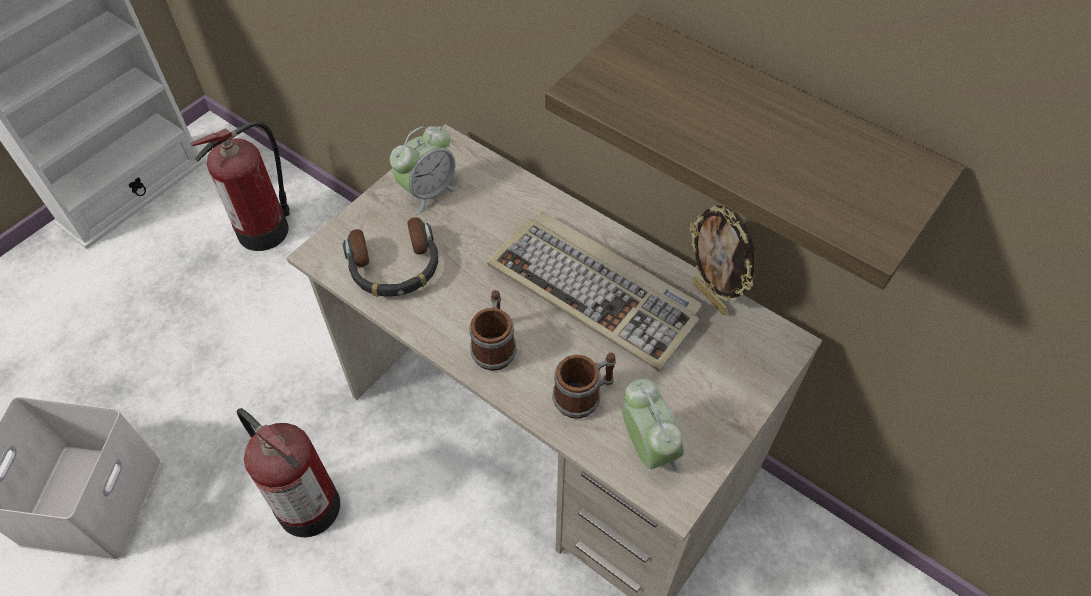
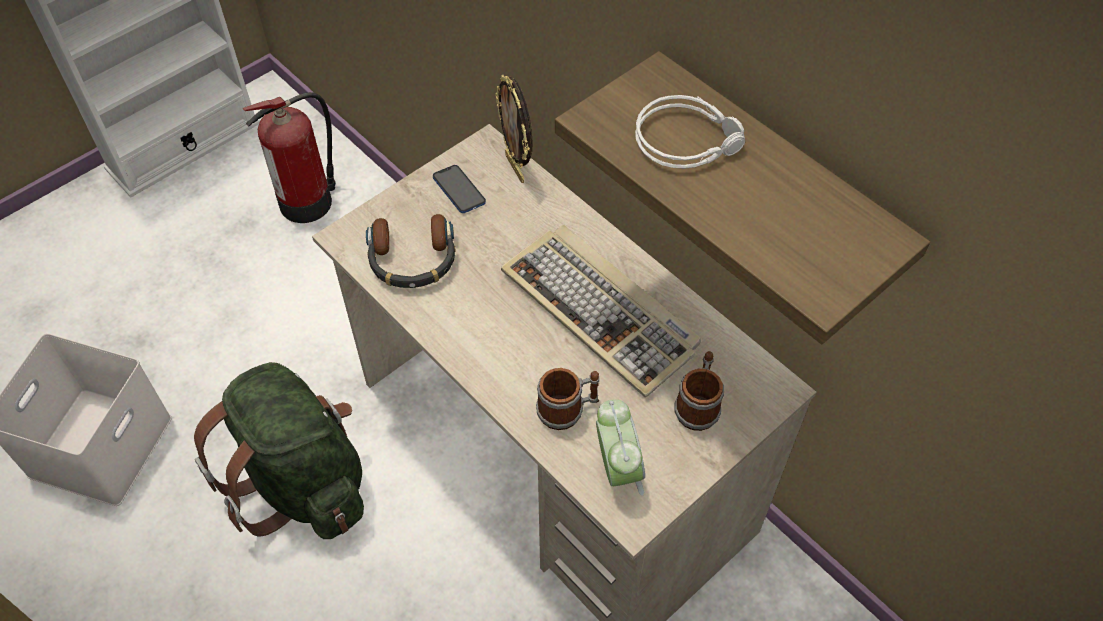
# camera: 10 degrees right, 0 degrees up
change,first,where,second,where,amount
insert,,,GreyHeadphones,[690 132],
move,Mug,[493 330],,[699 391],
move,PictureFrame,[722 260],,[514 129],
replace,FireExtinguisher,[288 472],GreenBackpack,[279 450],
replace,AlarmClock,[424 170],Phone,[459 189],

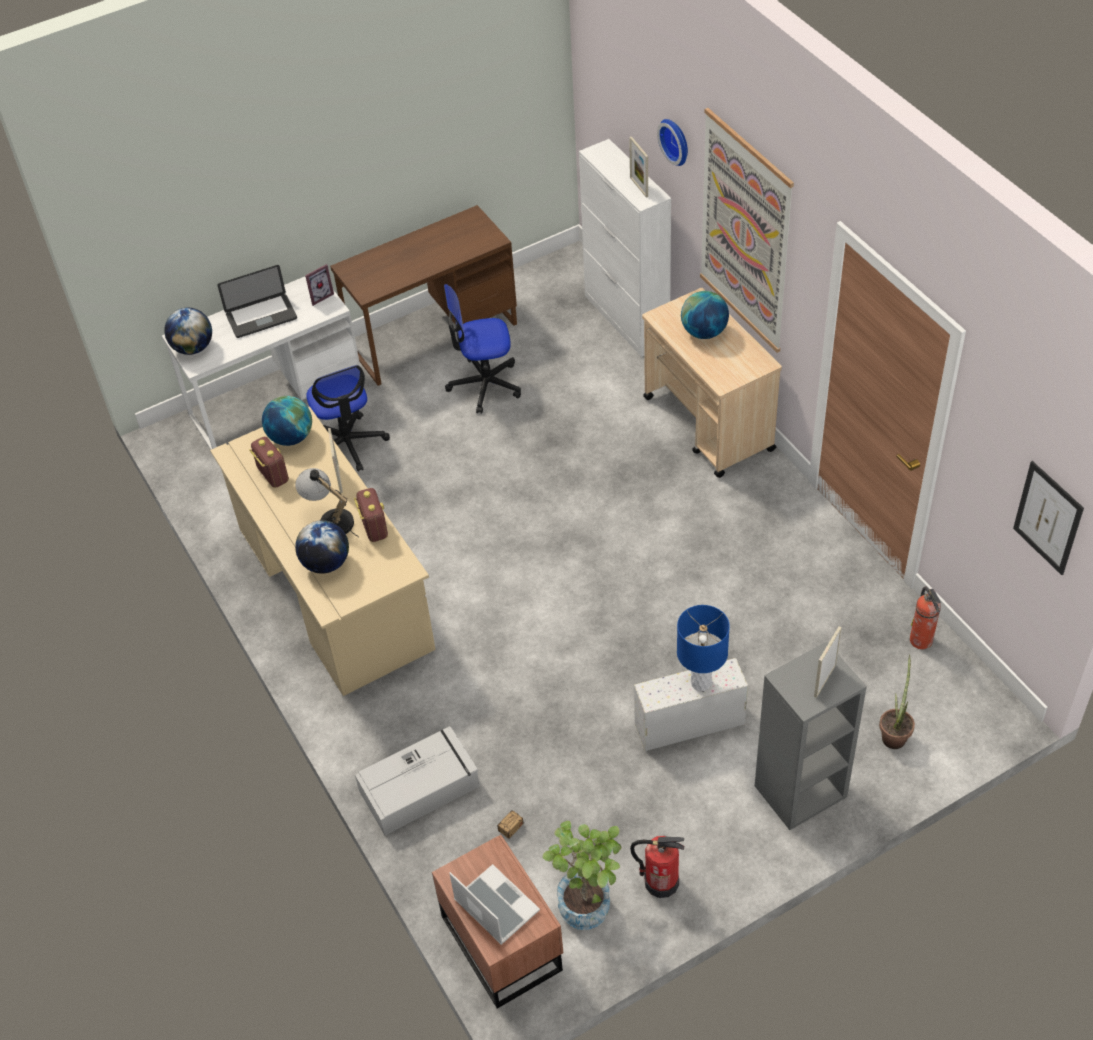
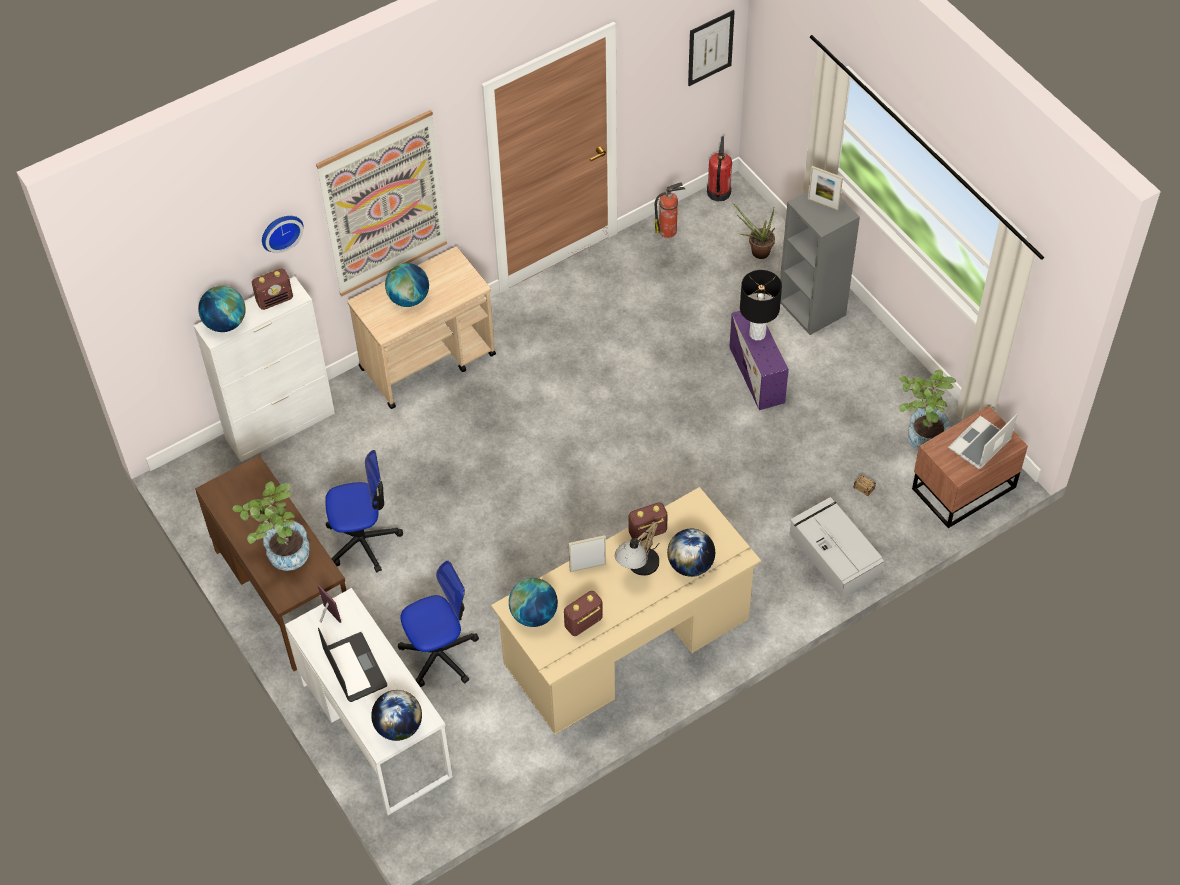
# camera: 95 degrees left, 5 degrees up
change,first,where,second,where,amount
insert,,,Globe,[222 309],
insert,,,PottedPlant,[271 526],
move,FireExtinguisher,[657 867],,[719 169],
replace,PictureFrame,[638 167],Radio,[272 289],
recolor,WhiteStorageBox,[691 704],PurpleStorageBox,[759 360],
recolor,BlueTableLamp,[703 648],BlackTableLamp,[761 305],
rotate,OfficeChair,[482 349],,[364 511],90 degrees counterclockwise

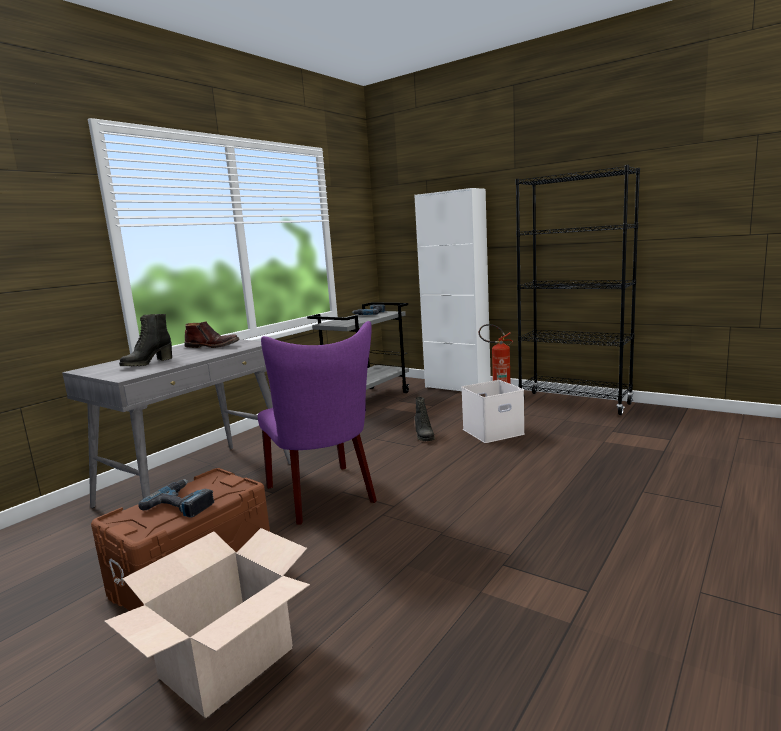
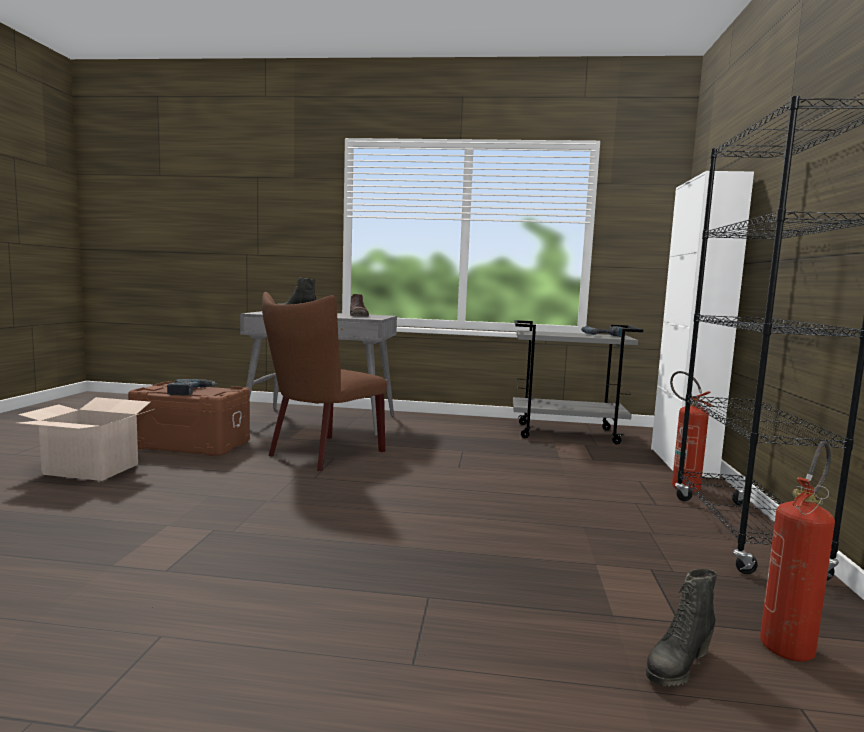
# camera: 60 degrees right, 5 degrees down
change,first,where,second,where,amount
delete,WhiteStorageBox,[493 411],,,
insert,,,FireExtinguisher,[797 551],
move,BlackBoot,[425 419],,[681 628],
recolor,PurpleChair,[317 423],BrownChair,[324 381],

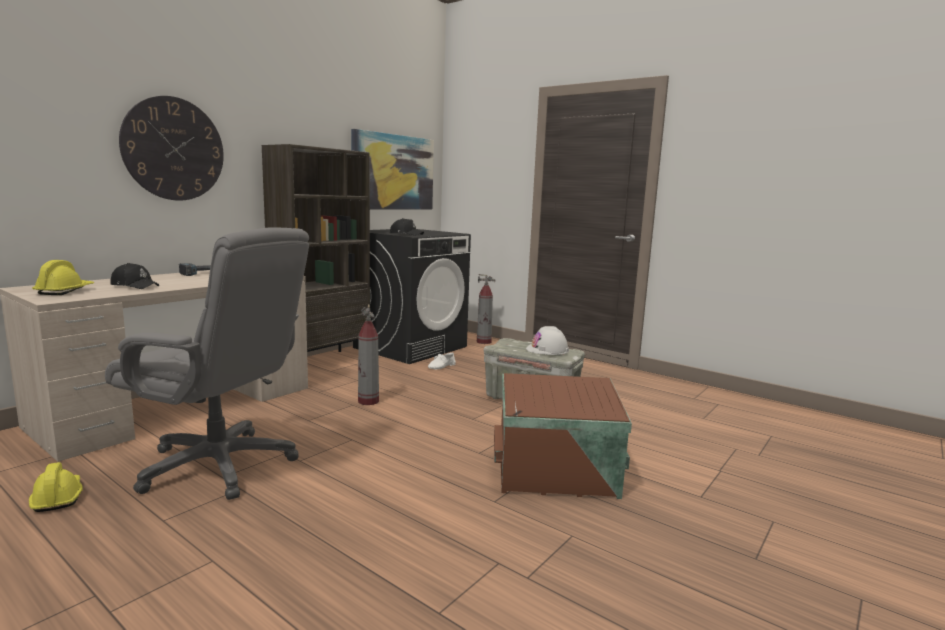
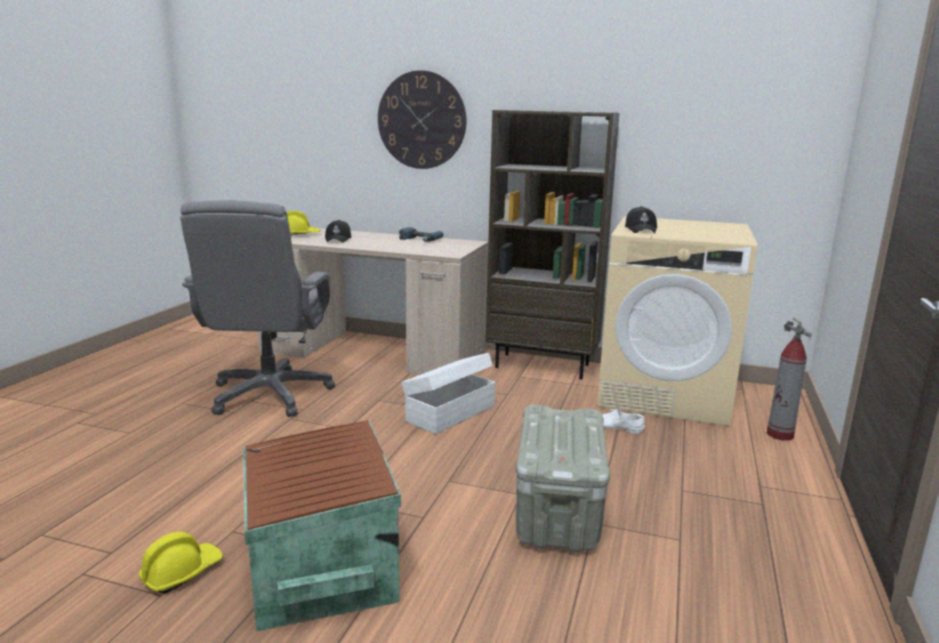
# camera: 70 degrees right, 5 degrees up
change,first,where,second,where,amount
delete,Picture,[392 169],,,
delete,WhiteHardHat,[547 340],,,
move,YellowHardHat,[56 487],,[181 563],
replace,FireExtinguisher,[368 354],WhiteStorageBox,[448 393],
recolor,BlackWashingMachine,[412 296],BeigeWashingMachine,[677 321],

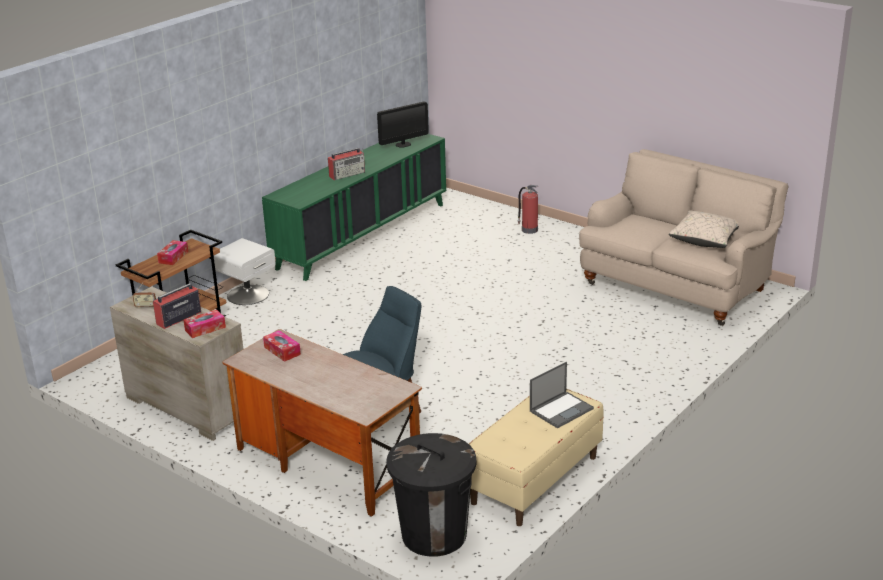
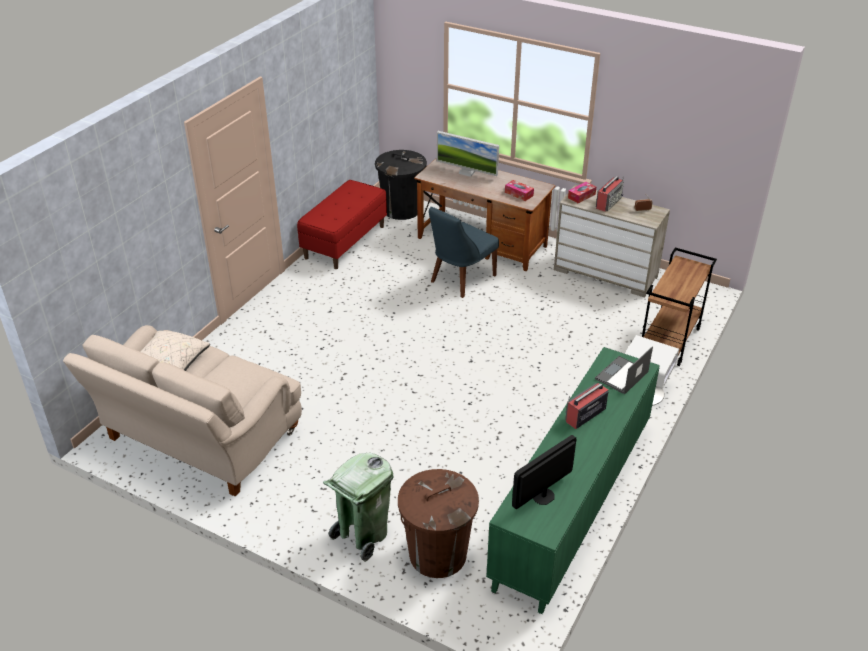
# camera: 170 degrees right, 10 degrees up
change,first,where,second,where,amount
delete,TissueBox,[172 252],,,
insert,,,BrownTrashCan,[438 523],
insert,,,Monitor,[468 154],
move,Laptop,[562 395],,[624 370],
replace,FireExtinguisher,[528 209],GreenTrashCan,[358 507],
recolor,BeigeBench,[536 457],RedBench,[342 224],

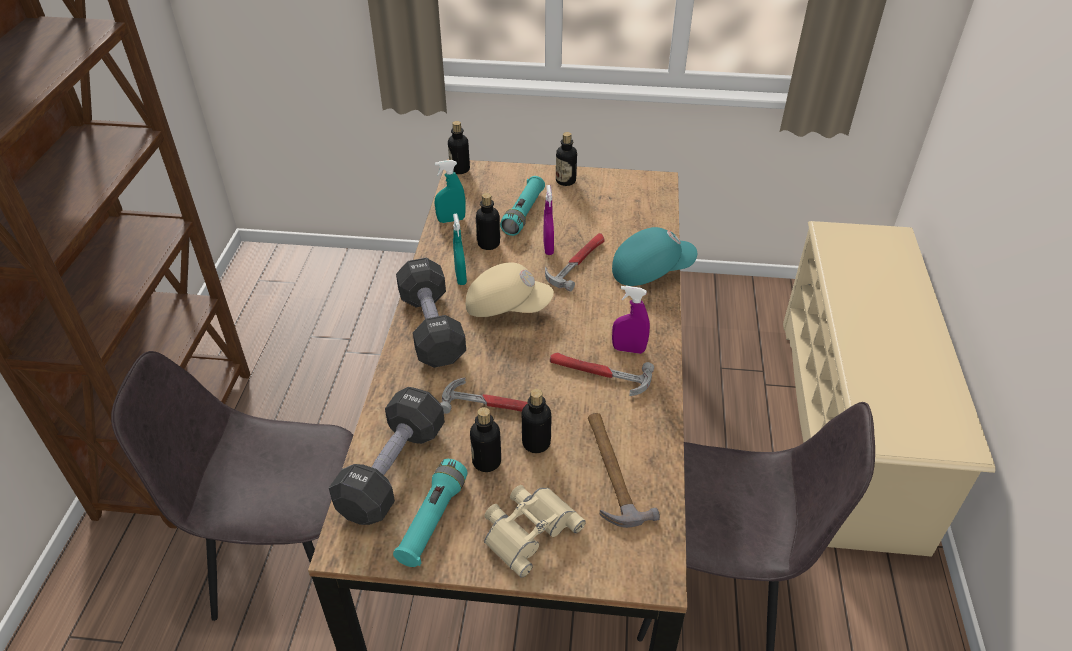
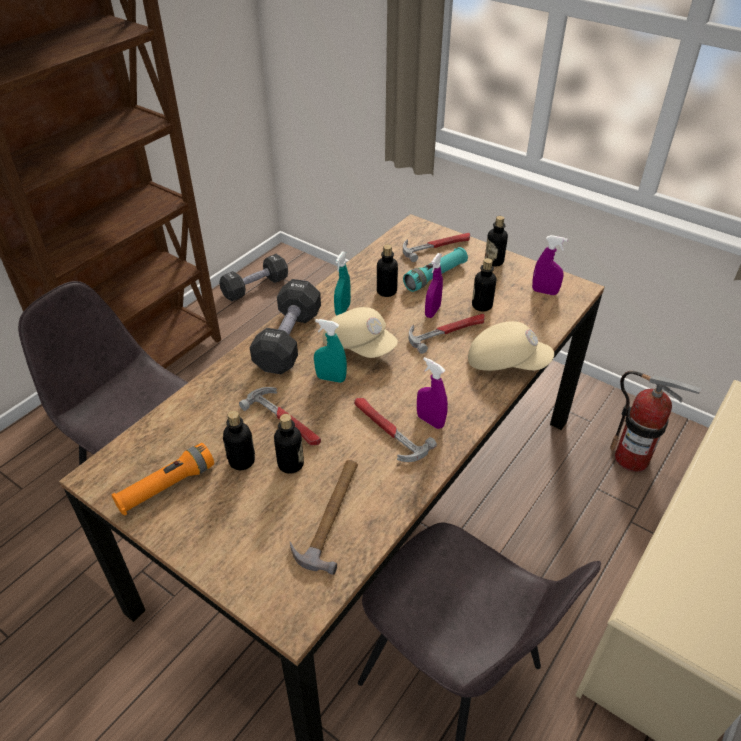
# camera: 30 degrees right, 0 degrees up
change,first,where,second,where,amount
delete,BeigeBinoculars,[535 531],,,
insert,,,Hammer,[436 247],
insert,,,PurpleSprayBottle,[550 265],
insert,,,FireExtinguisher,[656 421],
move,BlackDumbbell,[387 456],,[253 277],
move,TurquoiseSprayBottle,[450 191],,[330 351],
move,Bottle,[459 147],,[484 284],
recolor,TurquoiseFlashlight,[430 513],OrangeFlashlight,[162 479],
recolor,TurquoiseCap,[654 256],BeigeCap,[511 346],

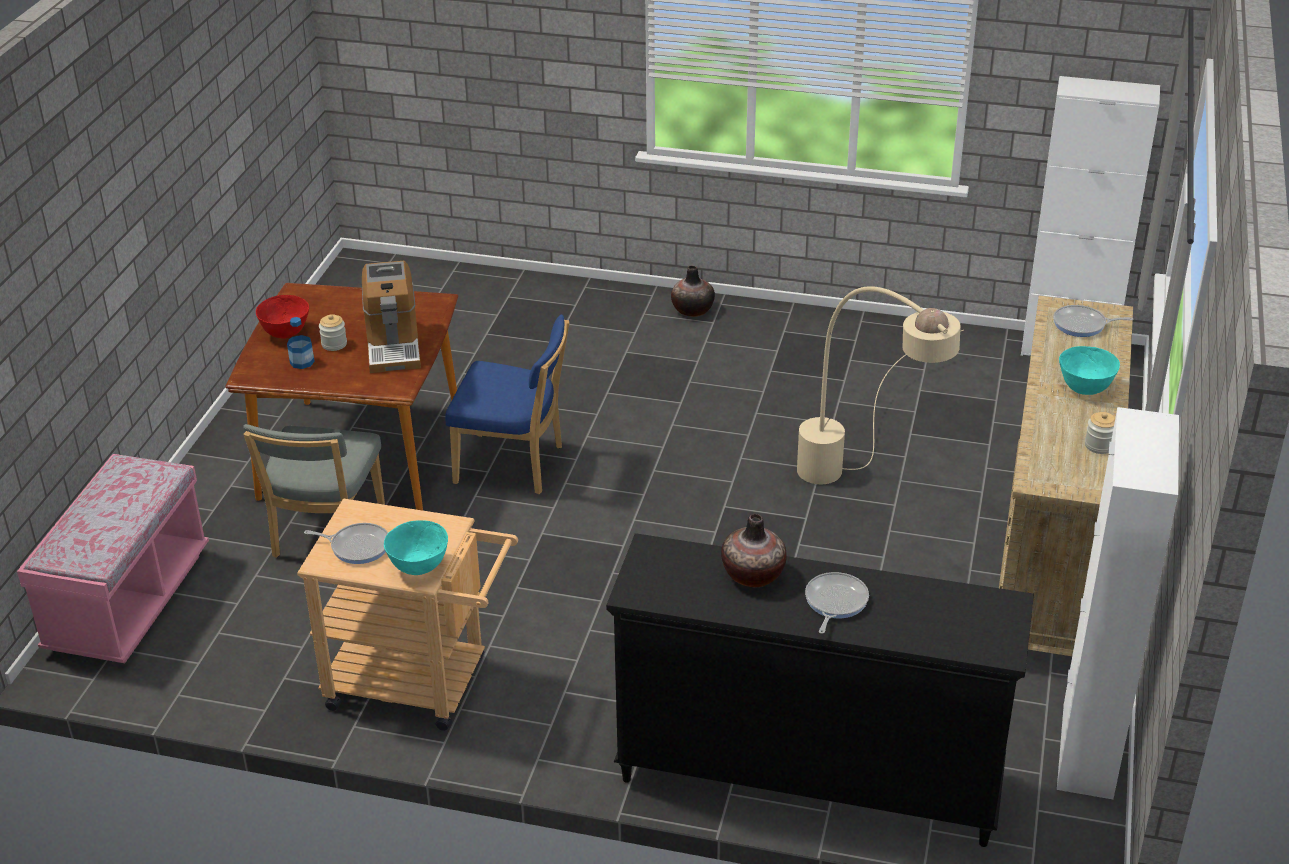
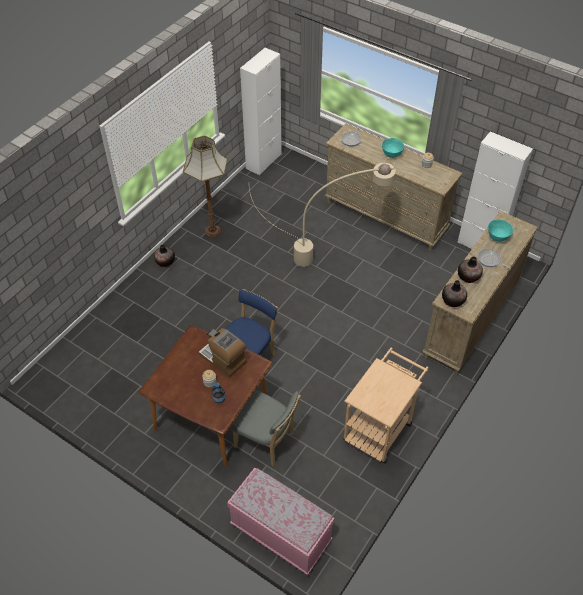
# camera: 70 degrees left, 15 degrees up
change,first,where,second,where,amount
delete,RedBowl,[282 317],,,
delete,FryingPan,[346 543],,,
insert,,,FloorLamp,[205 186],
insert,,,Vase,[454 293],
move,TurquoiseBowl,[416 547],,[500 231],
recolor,BlackDresser,[820 690],BeigeDresser,[480 293],
rotate,CoffeeMachine,[391 317],,[223 353],150 degrees counterclockwise

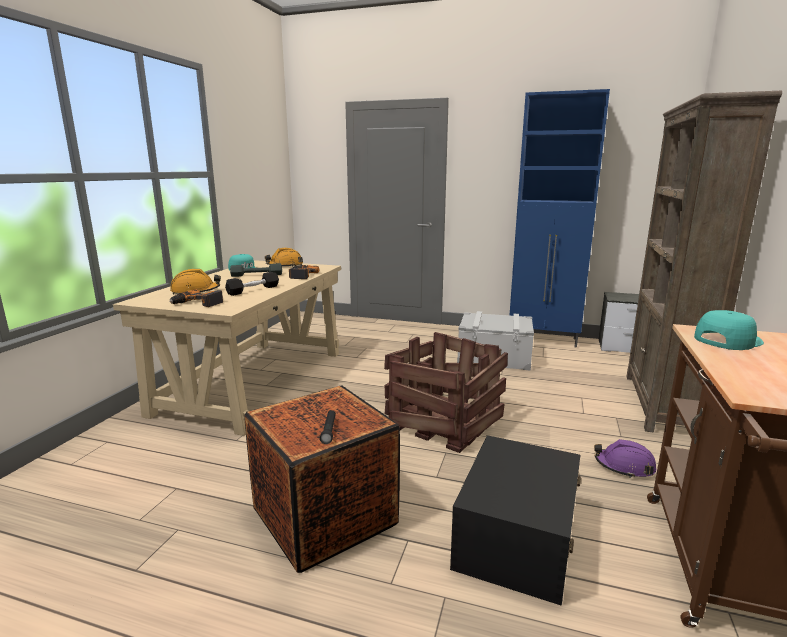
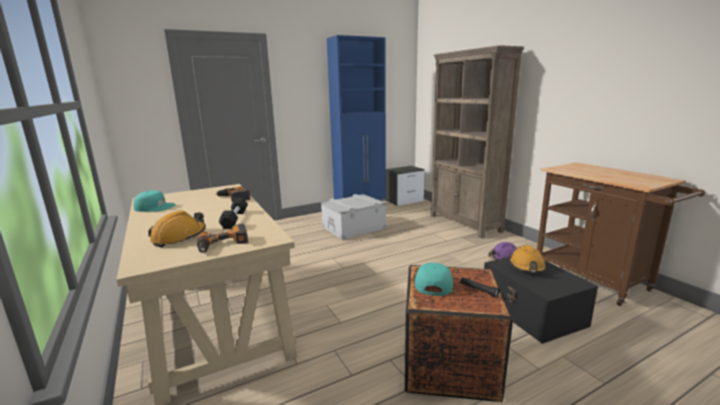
# camera: 45 degrees left, 0 degrees up
change,first,where,second,where,amount
delete,GreyDumbbell,[256 270],,,
delete,Crate,[446 392],,,
move,OrangeHardHat,[284 257],,[527 259],
move,TurquoiseCap,[729 330],,[434 279],

